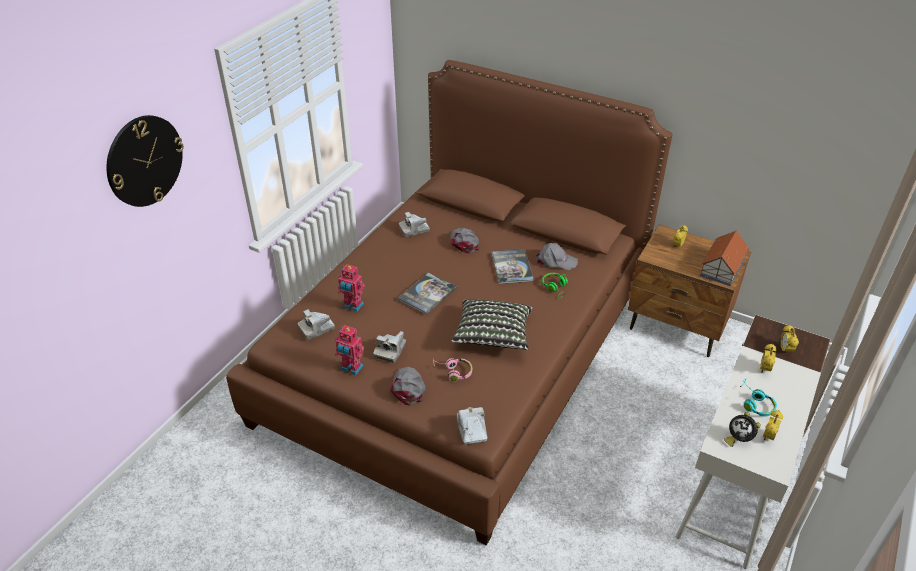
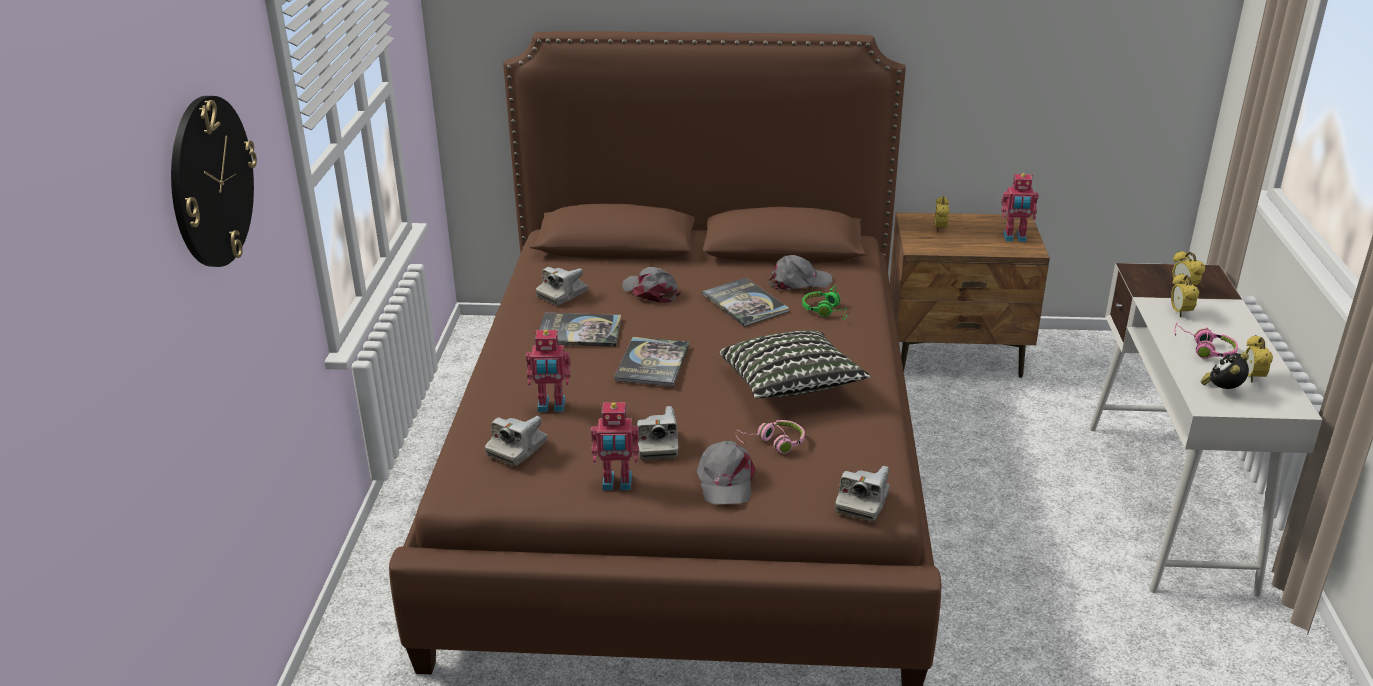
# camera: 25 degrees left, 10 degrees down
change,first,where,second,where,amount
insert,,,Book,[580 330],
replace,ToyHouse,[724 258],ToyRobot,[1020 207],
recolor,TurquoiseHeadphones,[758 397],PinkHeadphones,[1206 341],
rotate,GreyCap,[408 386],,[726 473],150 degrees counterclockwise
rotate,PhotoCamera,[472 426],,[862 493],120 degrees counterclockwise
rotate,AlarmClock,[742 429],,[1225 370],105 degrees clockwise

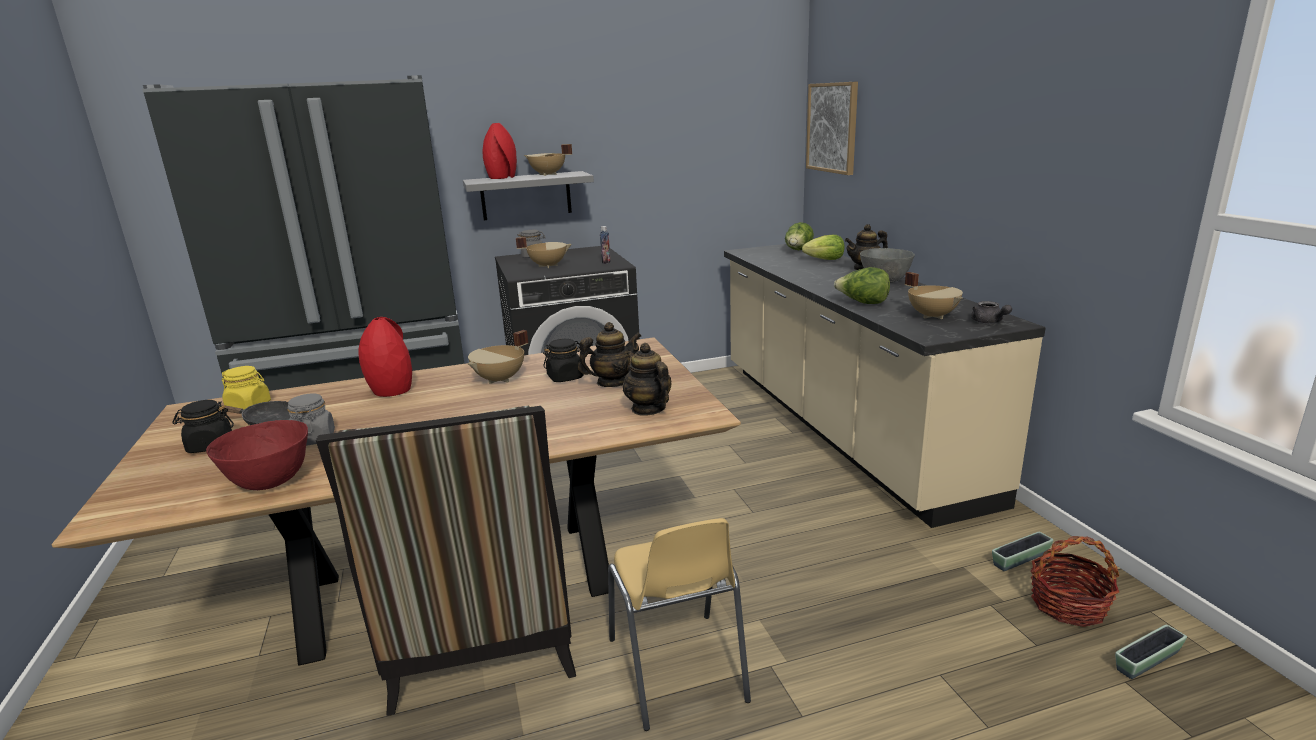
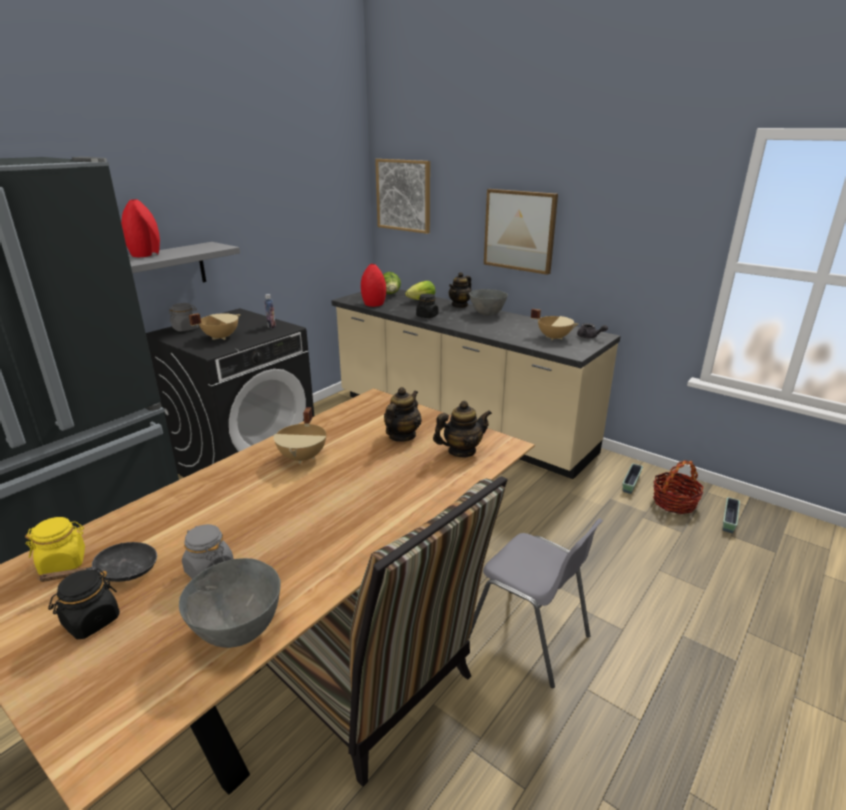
# camera: 35 degrees left, 5 degrees up
change,first,where,second,where,amount
delete,BeigeCookingPot,[548 160],,,
delete,Lettuce,[862 285],,,
insert,,,Picture,[521 232],
move,RedVase,[385 357],,[373 285],
move,BlackJar,[563 360],,[427 306],
recolor,RedBowl,[257 455],GreyBowl,[230 603],
recolor,YellowChair,[679 624],GreyChair,[535 603],
rotate,Teapot,[647 379],,[462 429],135 degrees clockwise

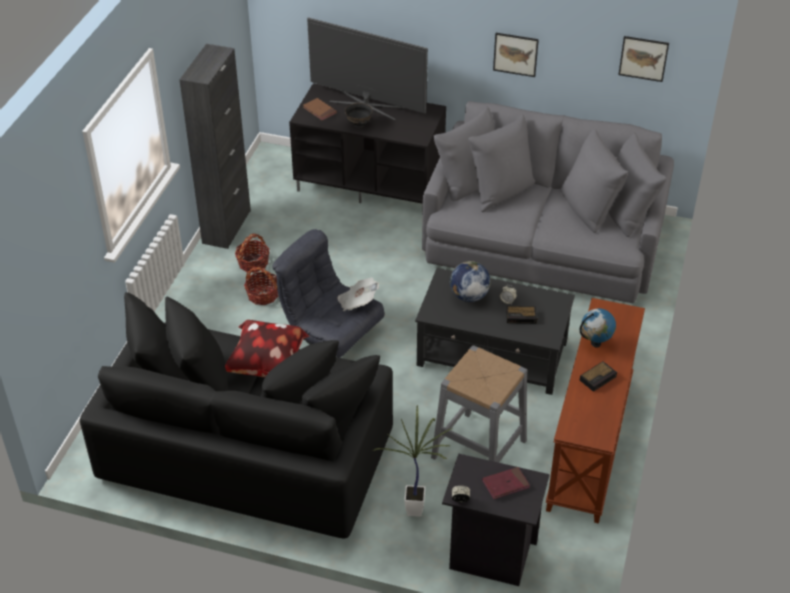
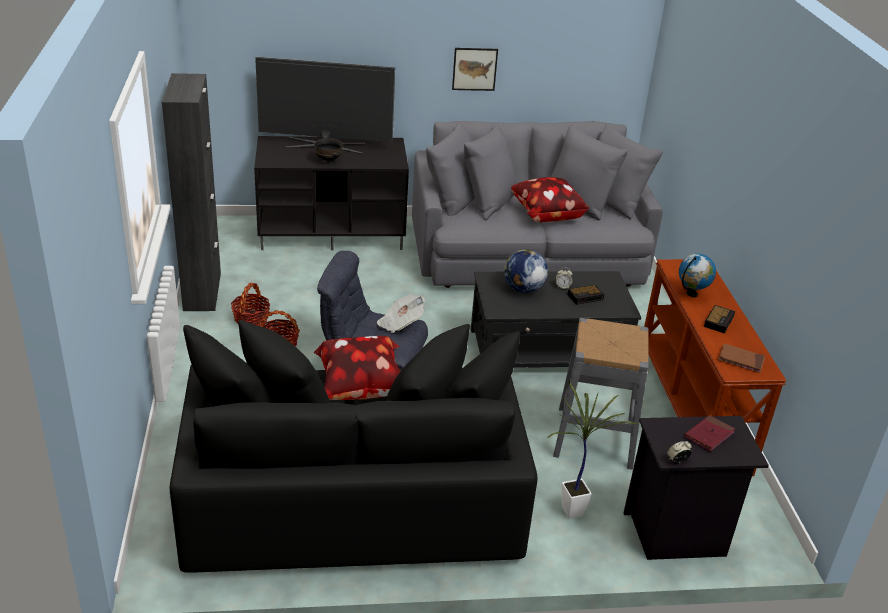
# camera: 25 degrees left, 10 degrees down
change,first,where,second,where,amount
delete,Picture,[643 59],,,
insert,,,Pillow,[550 199],
move,BrownBook,[320 109],,[741 358],

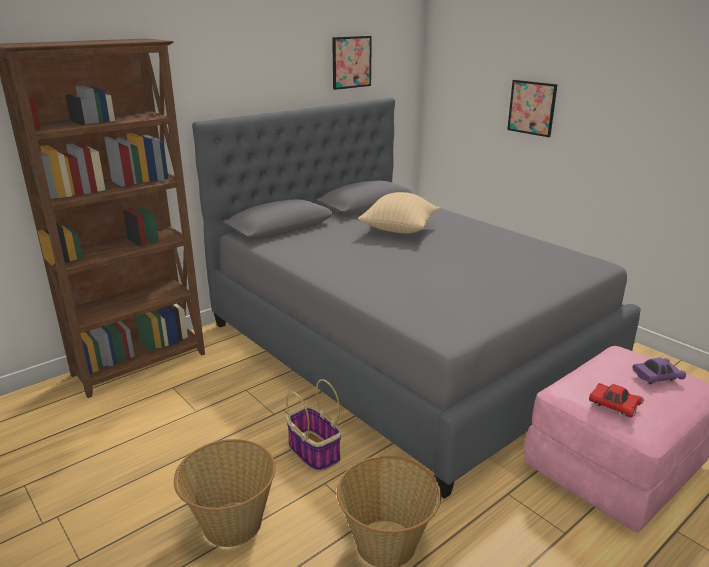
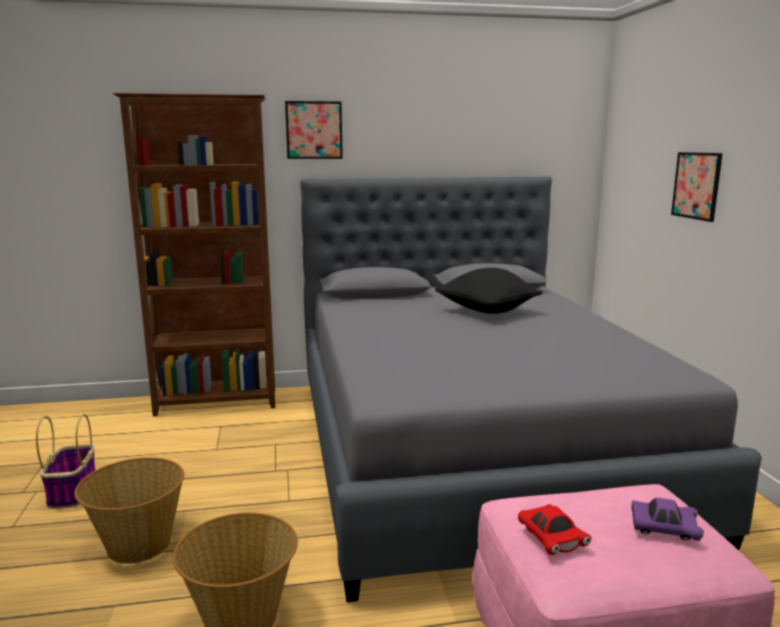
# camera: 30 degrees right, 10 degrees down
change,first,where,second,where,amount
move,Basket,[314 425],,[65 461],
move,Picture,[352 63],,[314 130],
recolor,BeigePillow,[399 212],BlackPillow,[489 291],

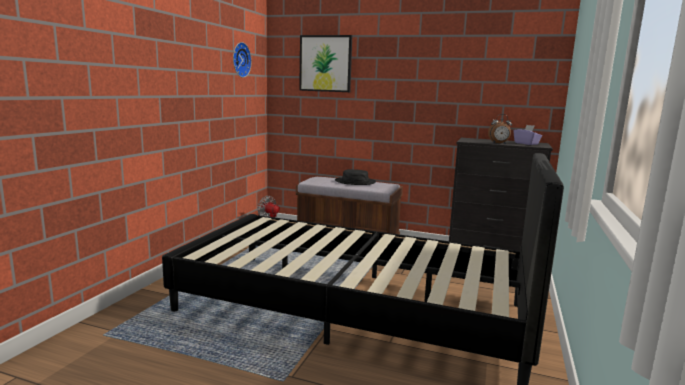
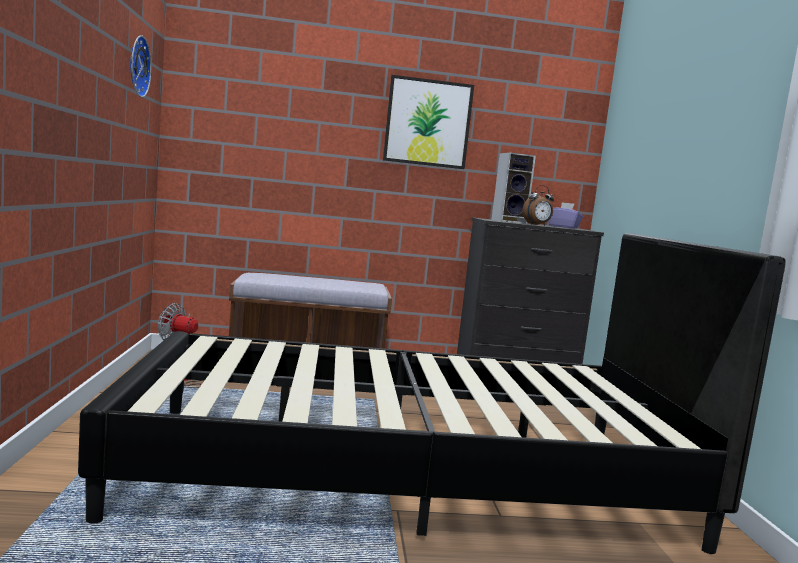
# camera: 25 degrees left, 5 degrees down
change,first,where,second,where,amount
delete,BlackHat,[355 177],,,
insert,,,Speaker,[513 188],
move,Picture,[325 63],,[428 122],

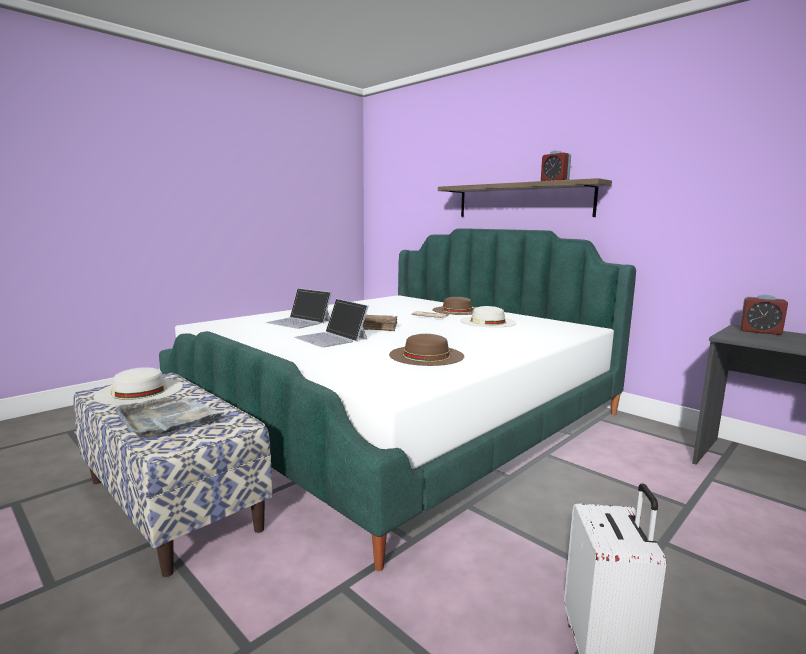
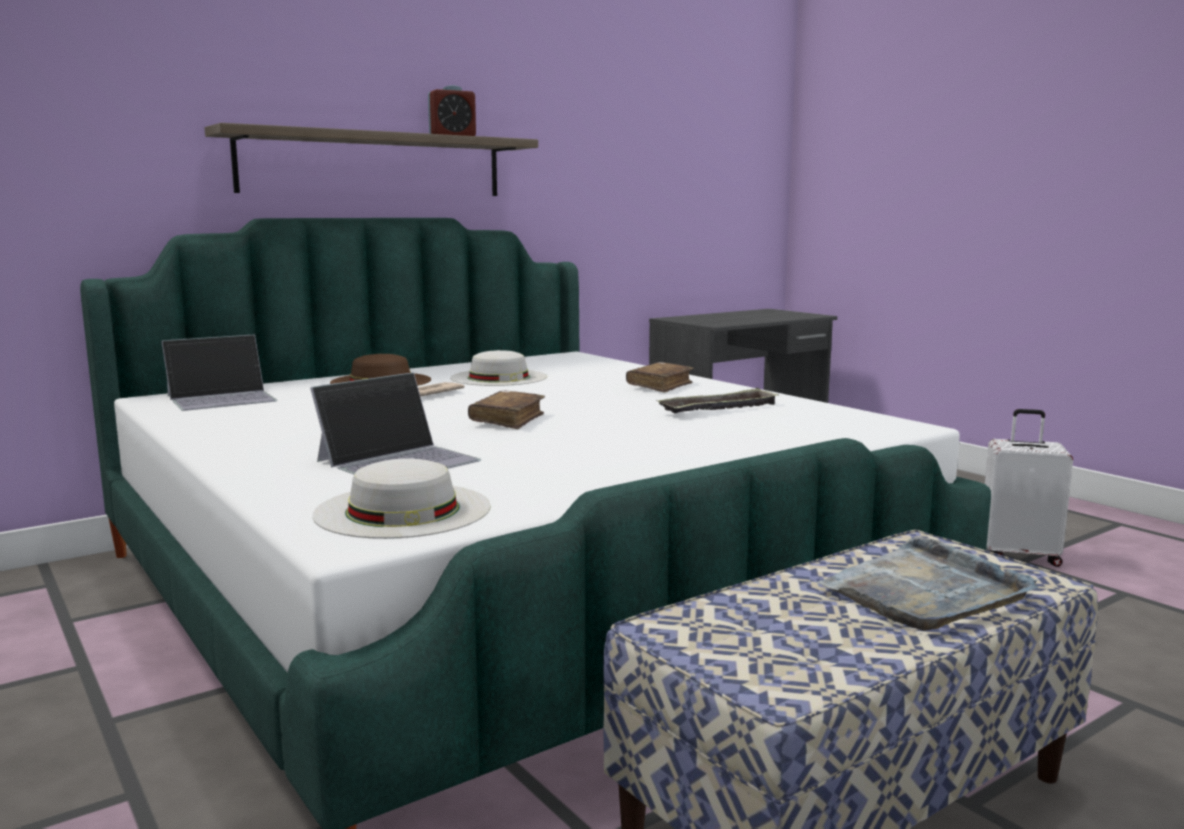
# camera: 80 degrees left, 0 degrees up
change,first,where,second,where,amount
delete,AlarmClock,[764 315],,,
insert,,,BrownBook,[660 377],
move,WhiteHat,[138 386],,[401 498],
move,Laptop,[331 323],,[220 373],
replace,BrownHat,[426 350],Tray,[717 400],

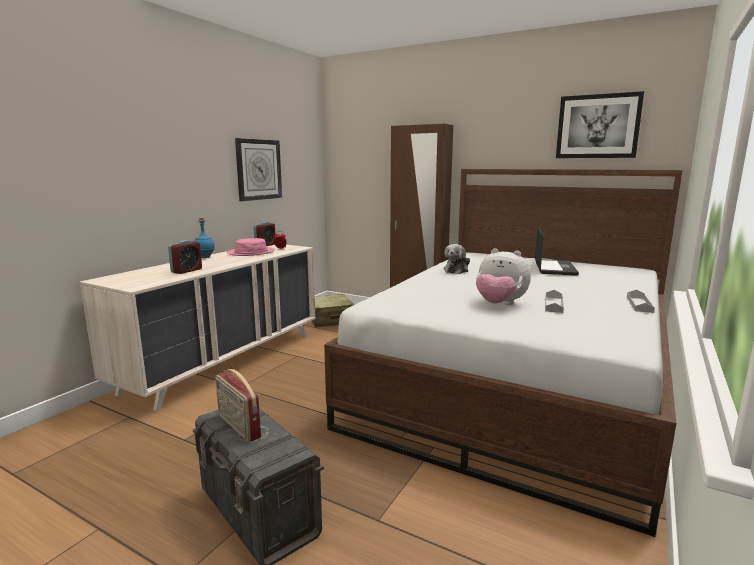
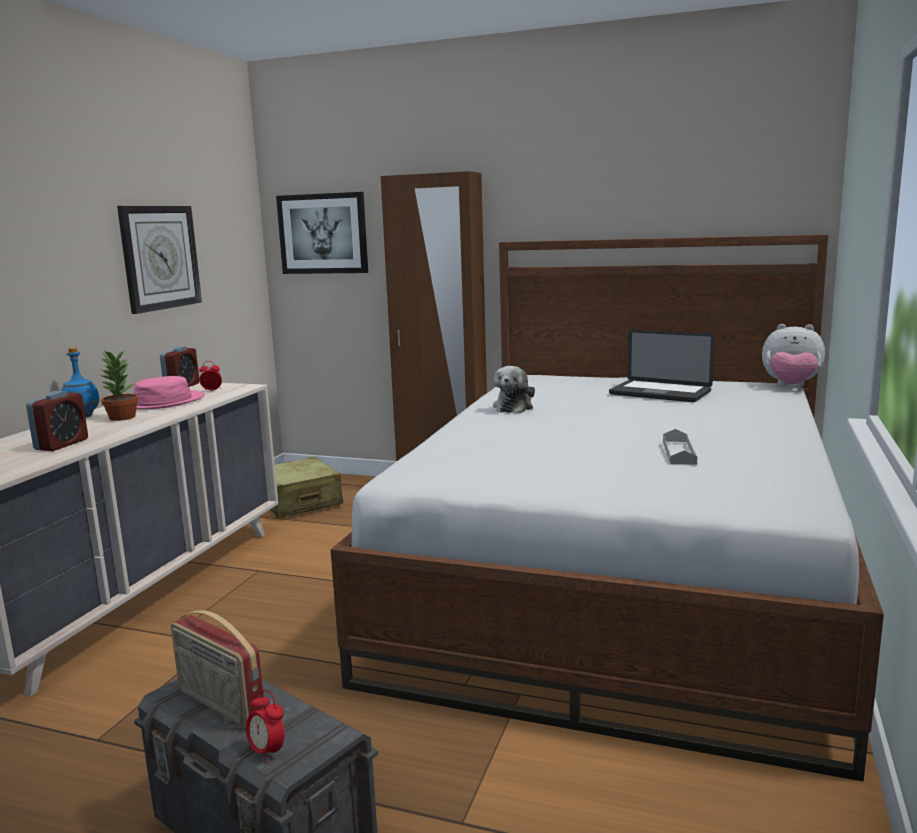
# camera: 10 degrees left, 0 degrees up
change,first,where,second,where,amount
delete,GreyTray,[641 301],,,
insert,,,PottedPlant,[118 385],
insert,,,AlarmClock,[265 726],
move,PlushToy,[503 276],,[793 355],
move,Picture,[600 124],,[322 233],
rotate,Laptop,[557 251],,[662 366],120 degrees clockwise

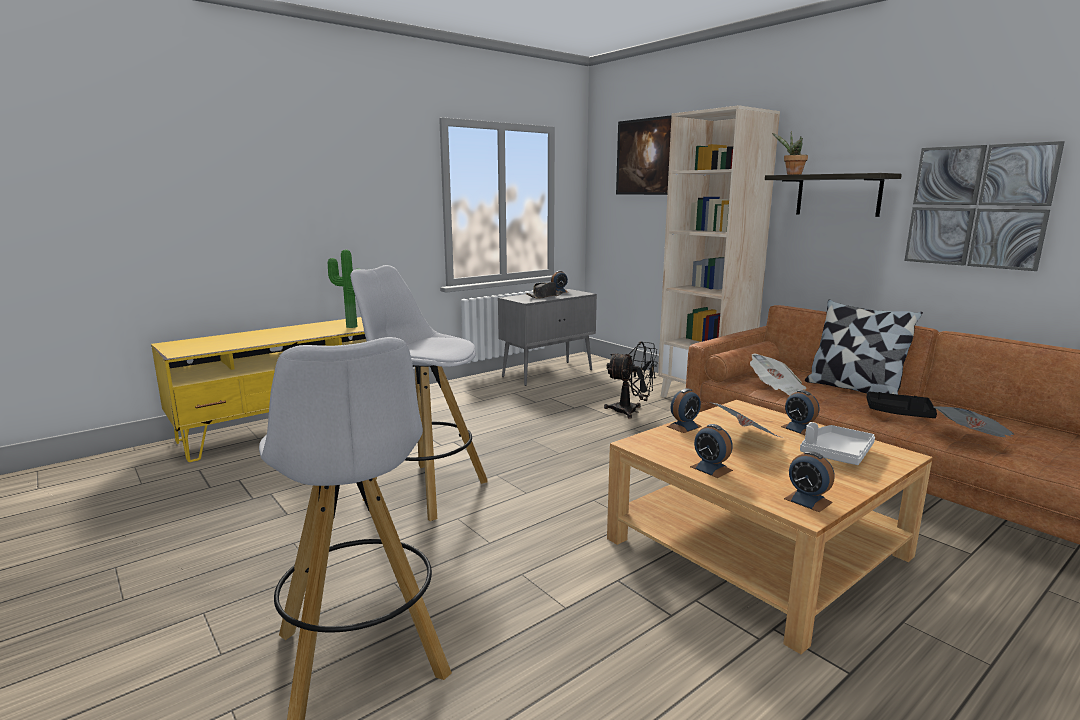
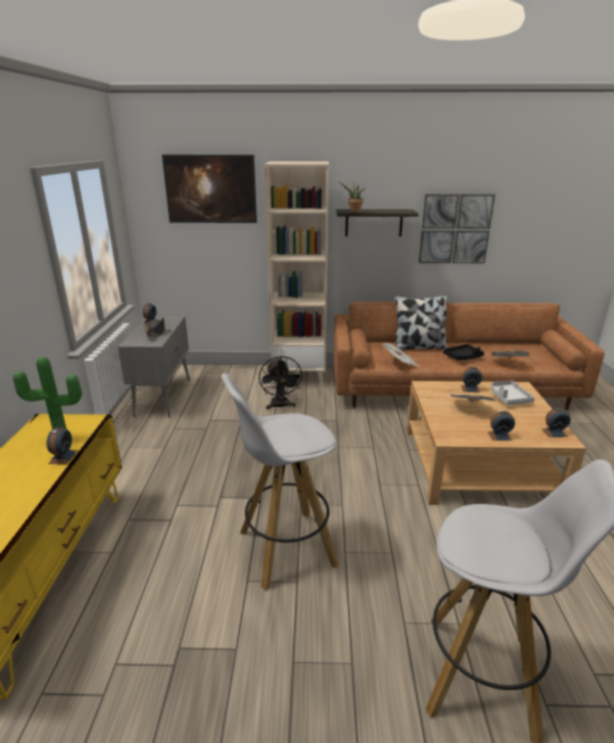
# camera: 50 degrees left, 10 degrees up
change,first,where,second,where,amount
move,AlarmClock,[684 410],,[62 445],
rotate,BlackFan,[631 380],,[281 383],105 degrees clockwise

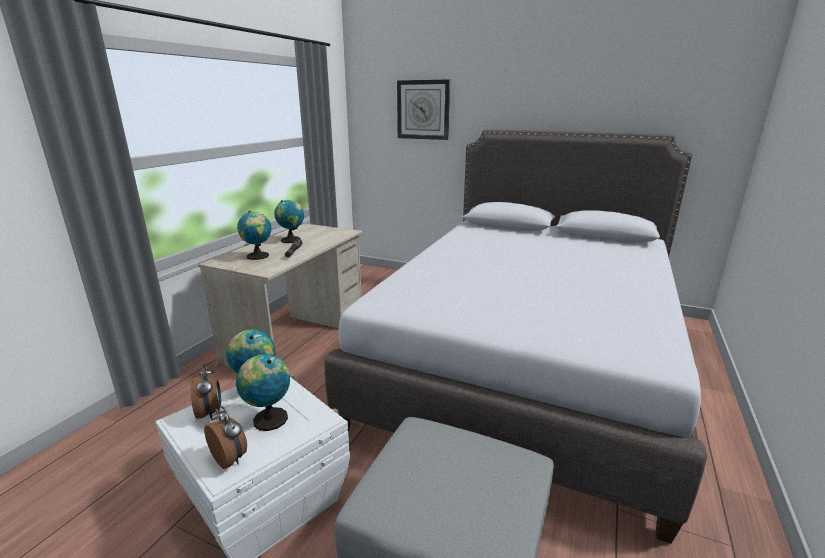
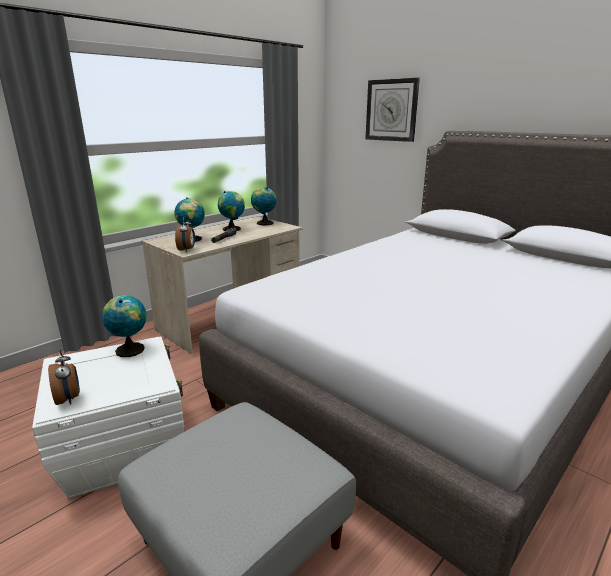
# camera: 20 degrees right, 0 degrees up
change,first,where,second,where,amount
move,AlarmClock,[206 391],,[185 234],
move,Globe,[263 392],,[264 206],

